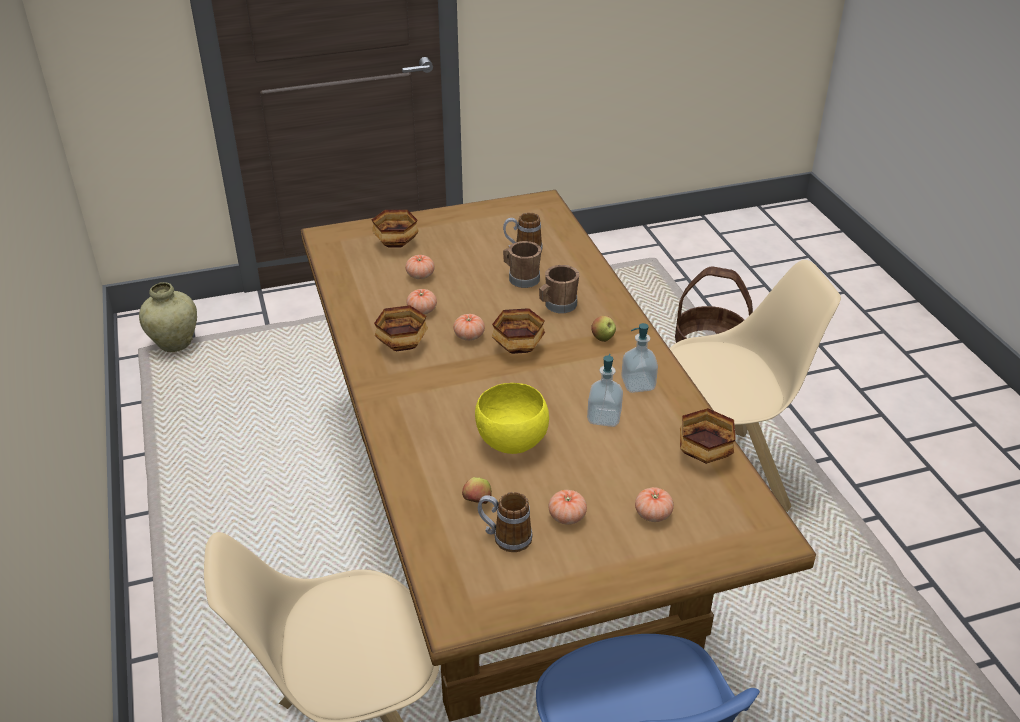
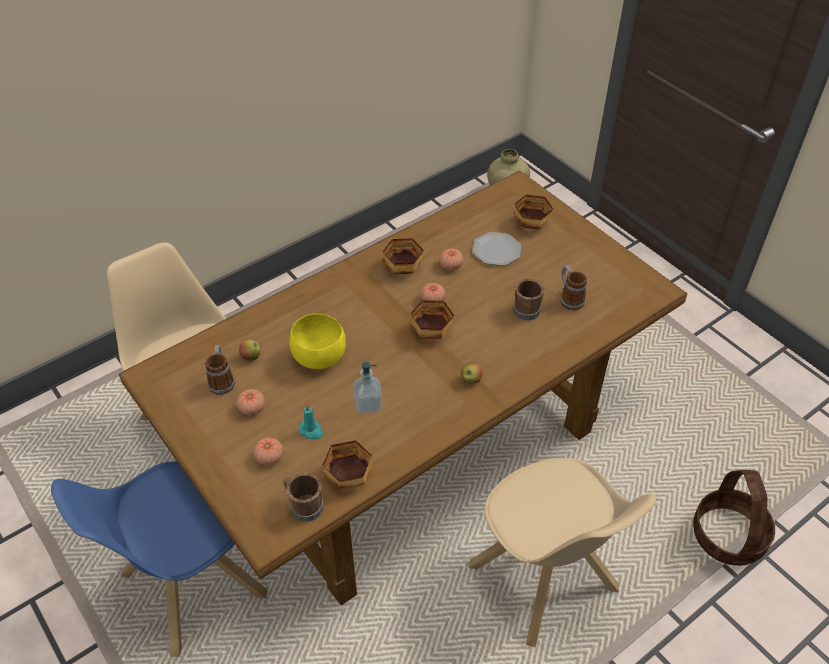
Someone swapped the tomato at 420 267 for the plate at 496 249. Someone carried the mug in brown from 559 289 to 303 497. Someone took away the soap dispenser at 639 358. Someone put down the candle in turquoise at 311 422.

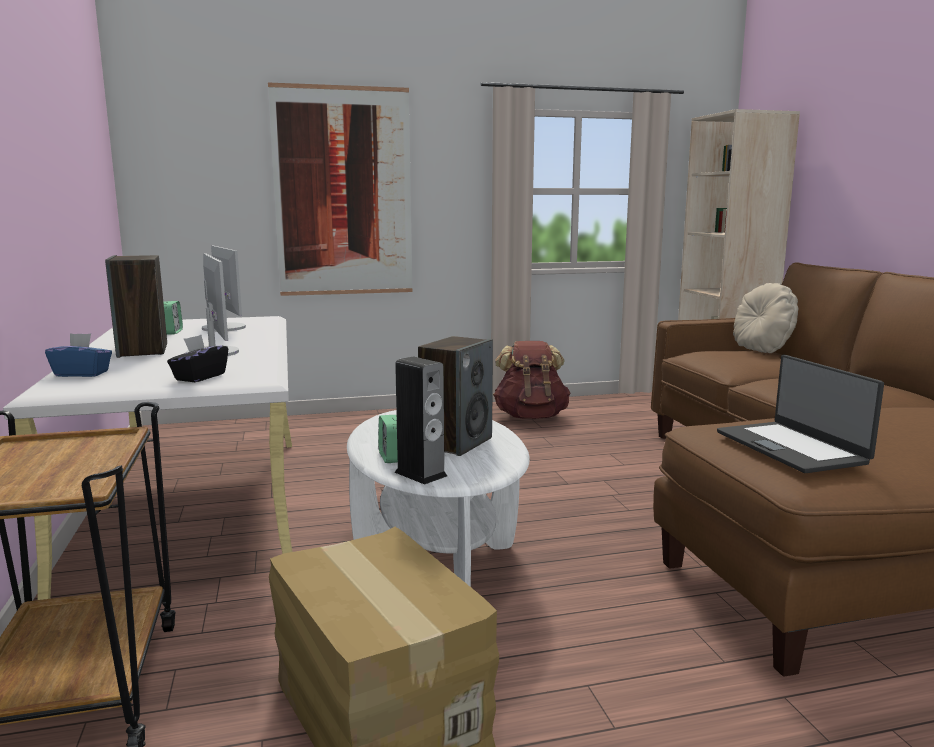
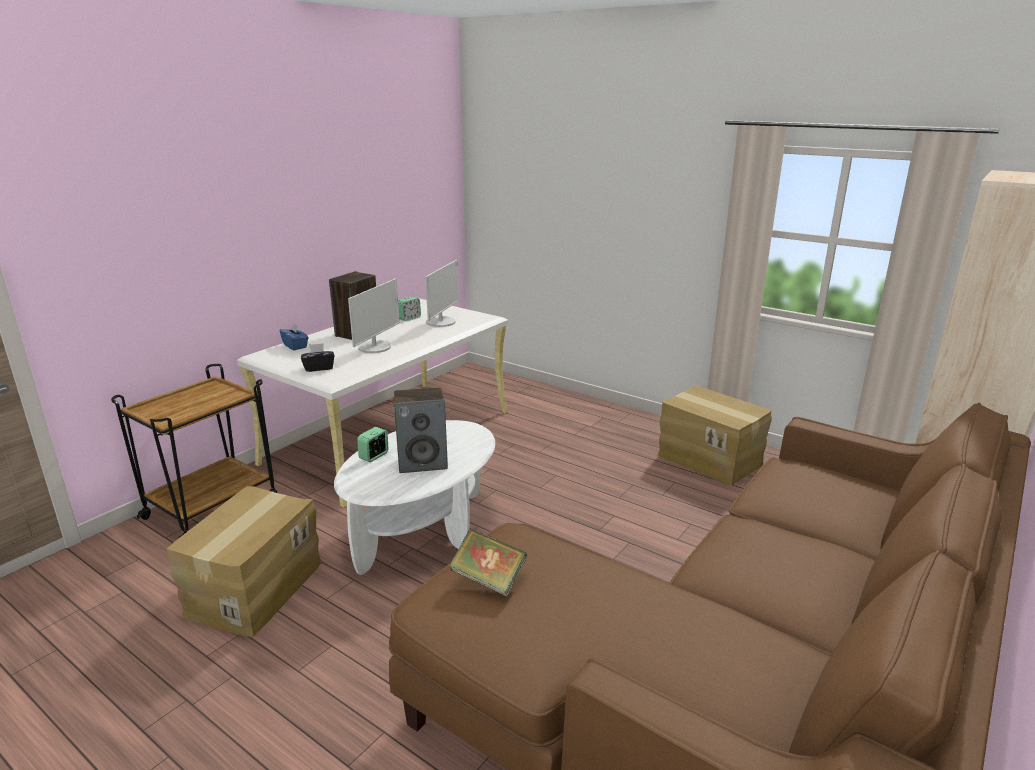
Someone took away the picture at 340 189. Someone took away the pillow in beige at 766 318. Someone swapped the backpack in brown at 531 380 for the cardboard box at 715 436. Someone swapped the laptop at 800 414 for the book at 488 562. Someone took away the speaker at 421 420.

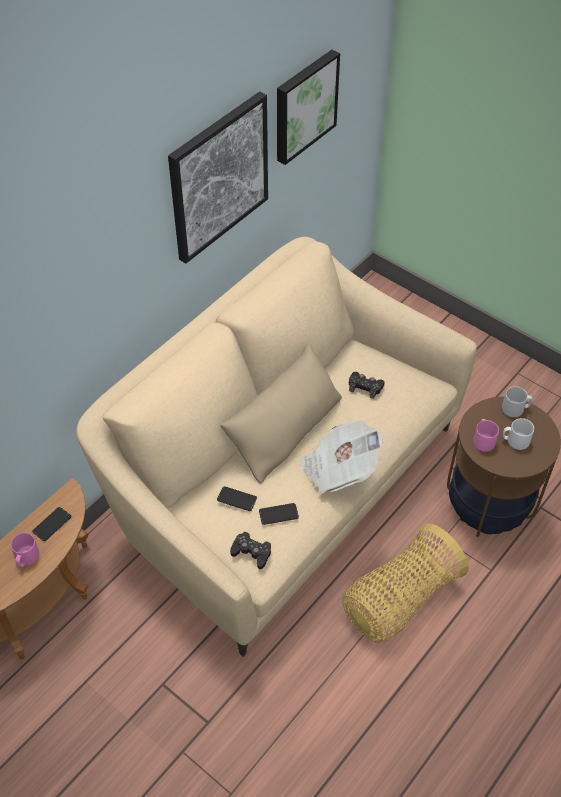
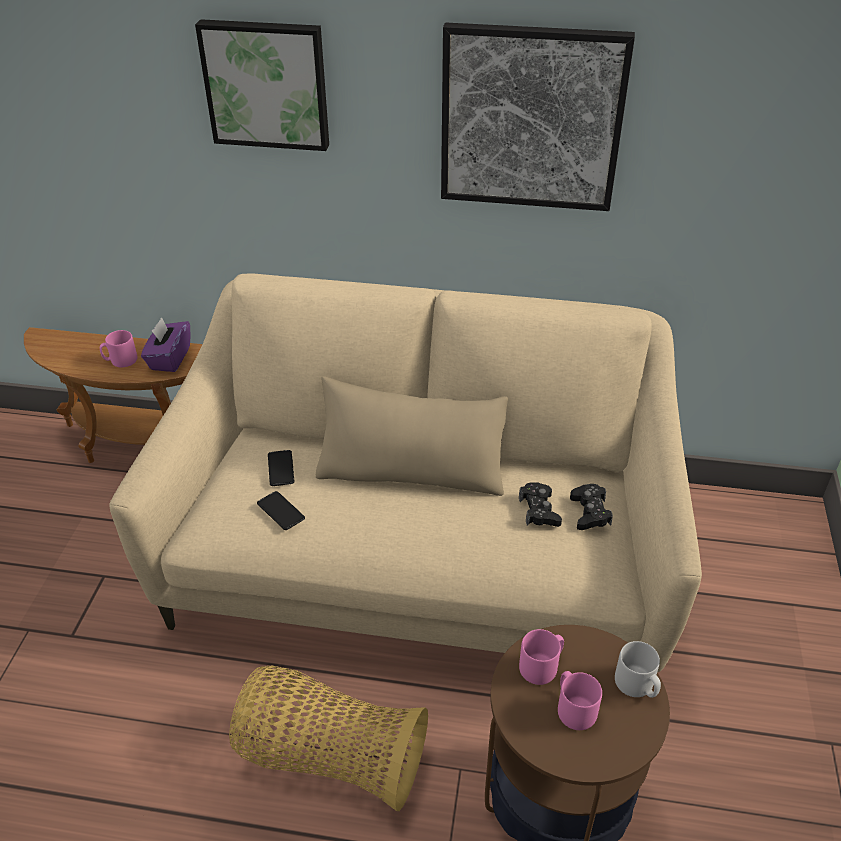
Someone carried the picture from 308 107 to 262 85. Someone repainted the mug in white at 518 434, which became the mug in pink at 580 700. Someone took away the newspaper at 341 457. Someone swapped the phone at 51 524 for the tissue box in purple at 166 344. Someone carried the game controller in black from 250 550 to 591 507.

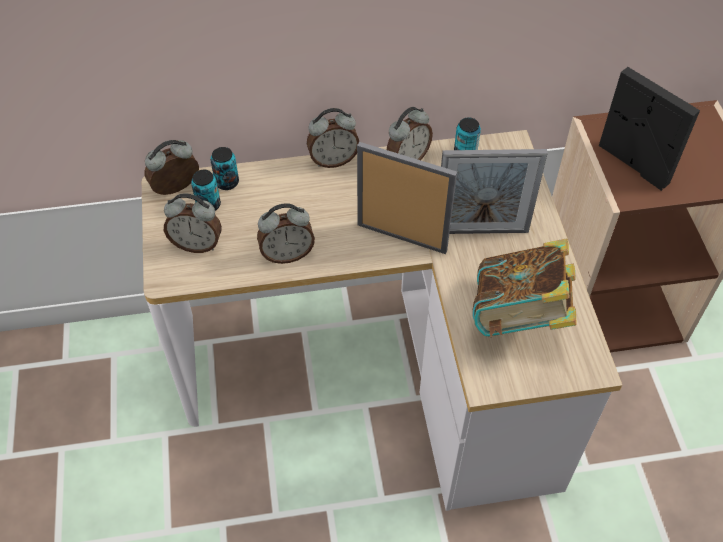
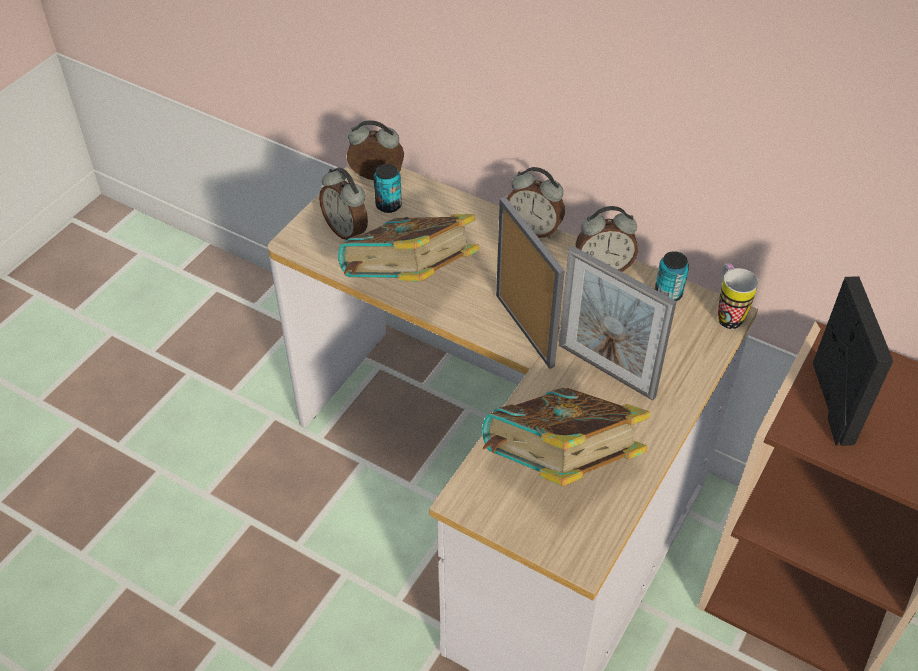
Someone took away the can at 224 168. Someone swapped the alarm clock at 286 233 for the book at 408 248. Someone put down the mug at 738 296.

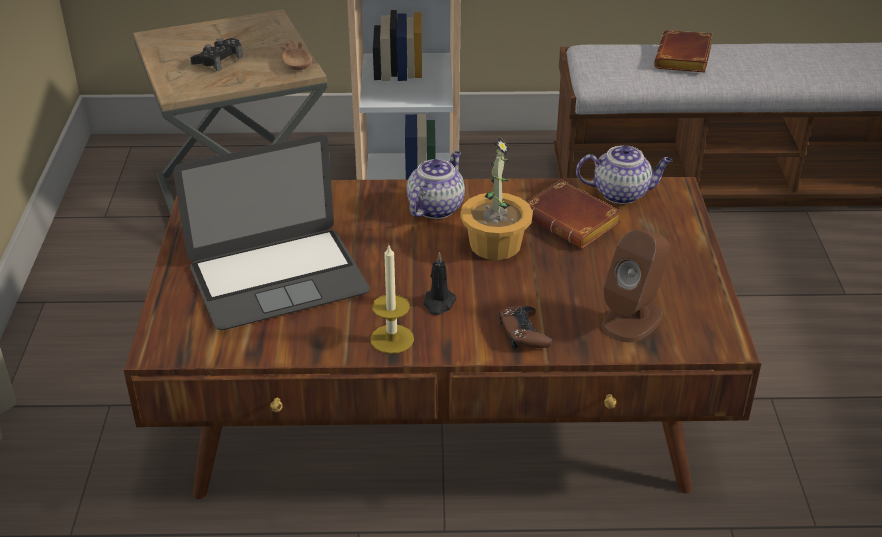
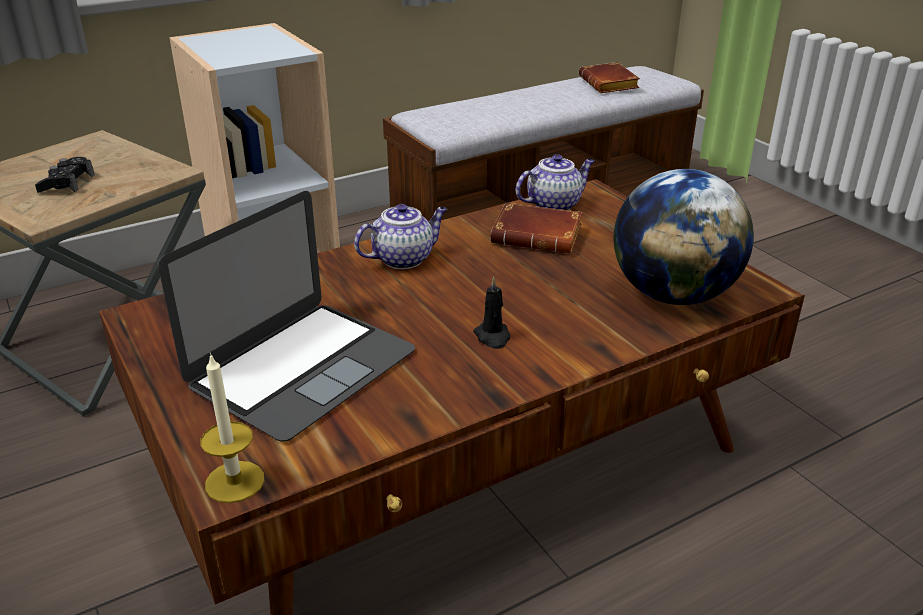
Someone carried the book in brown from 683 51 to 609 77. Someone took away the bowl in brown at 296 55. Someone took away the potted plant at 496 198. Someone rotated the teapot at 436 185 by 60 degrees clockwise. Someone swapped the speaker in brown at 635 286 for the globe at 684 237. Someone carried the candle from 392 299 to 232 428. Someone took away the game controller in brown at 525 327.

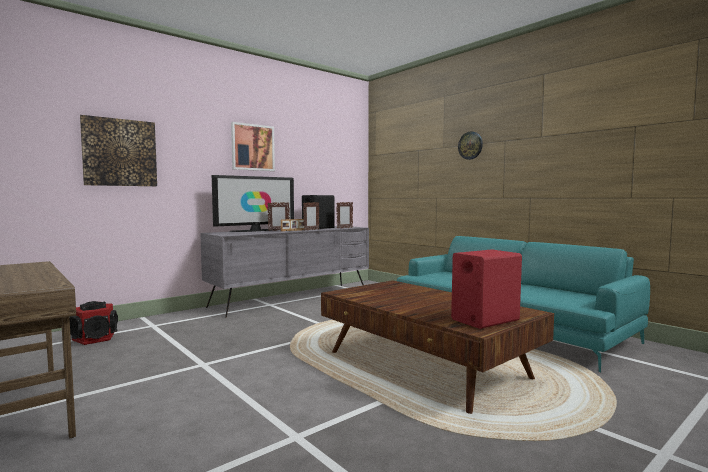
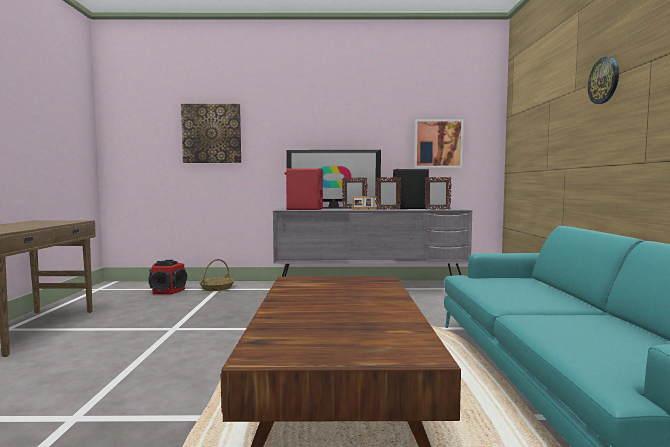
Someone carried the picture from 253 146 to 439 143. Someone carried the speaker in red from 486 289 to 303 189. Someone put down the basket at 217 275.

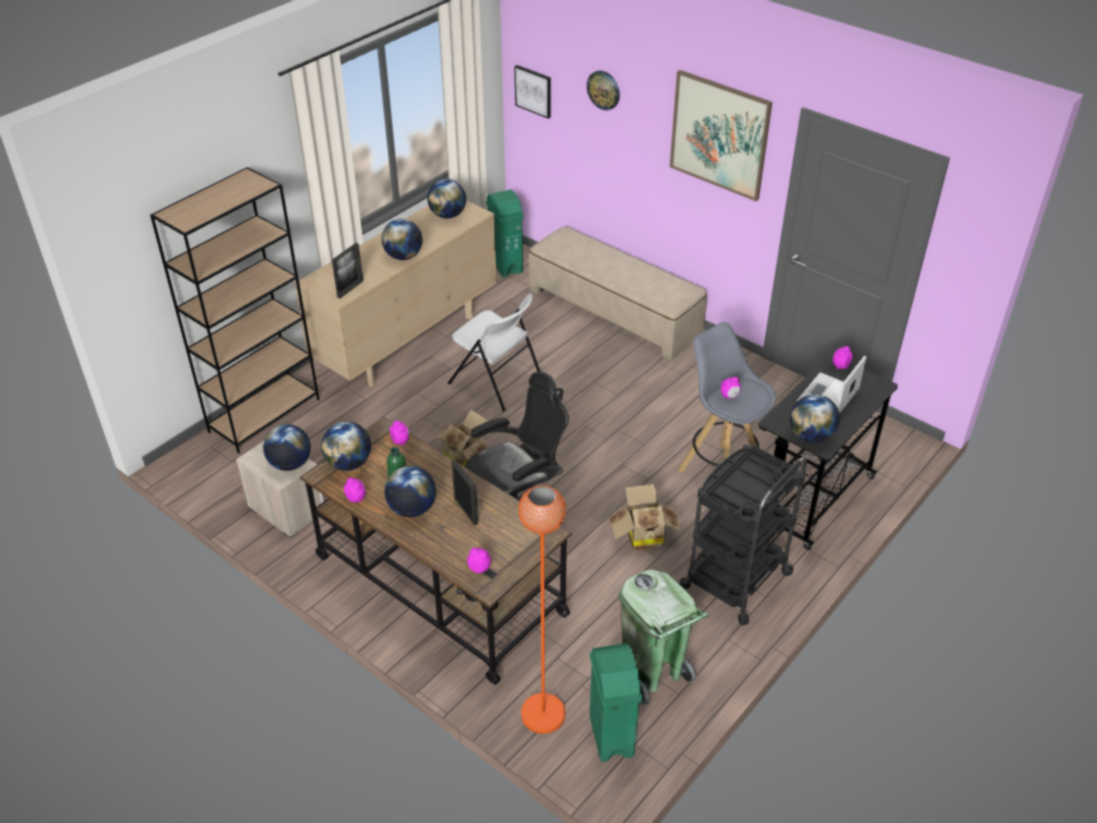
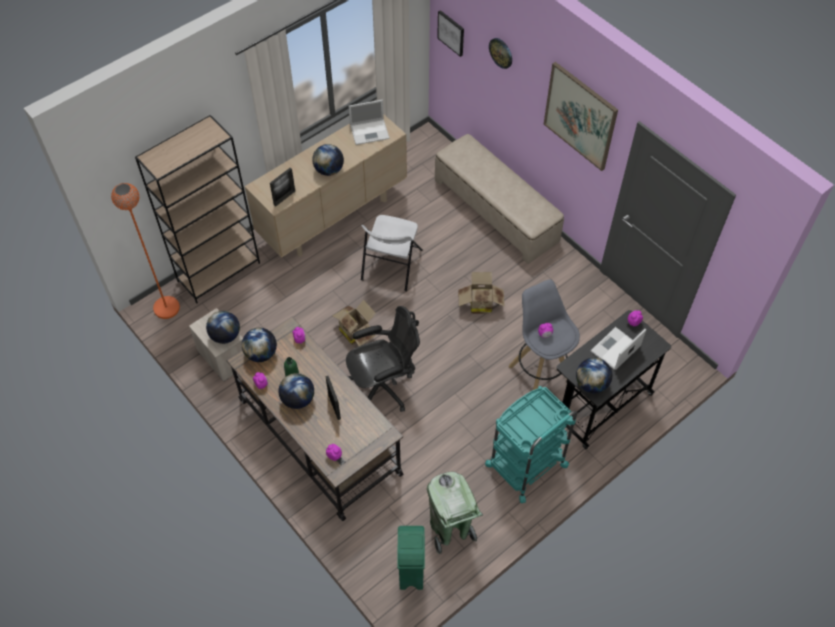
Someone swapped the globe at 446 199 for the laptop at 369 122. Someone took away the trash can in green at 505 233. Someone rotated the chair in white at 494 352 by 60 degrees clockwise. Someone repainted the cart in black at 743 535, which became the cart in turquoise at 531 444. Someone carried the cardboard box from 645 517 to 481 293. Someone carried the floor lamp in orange from 542 609 to 145 251.

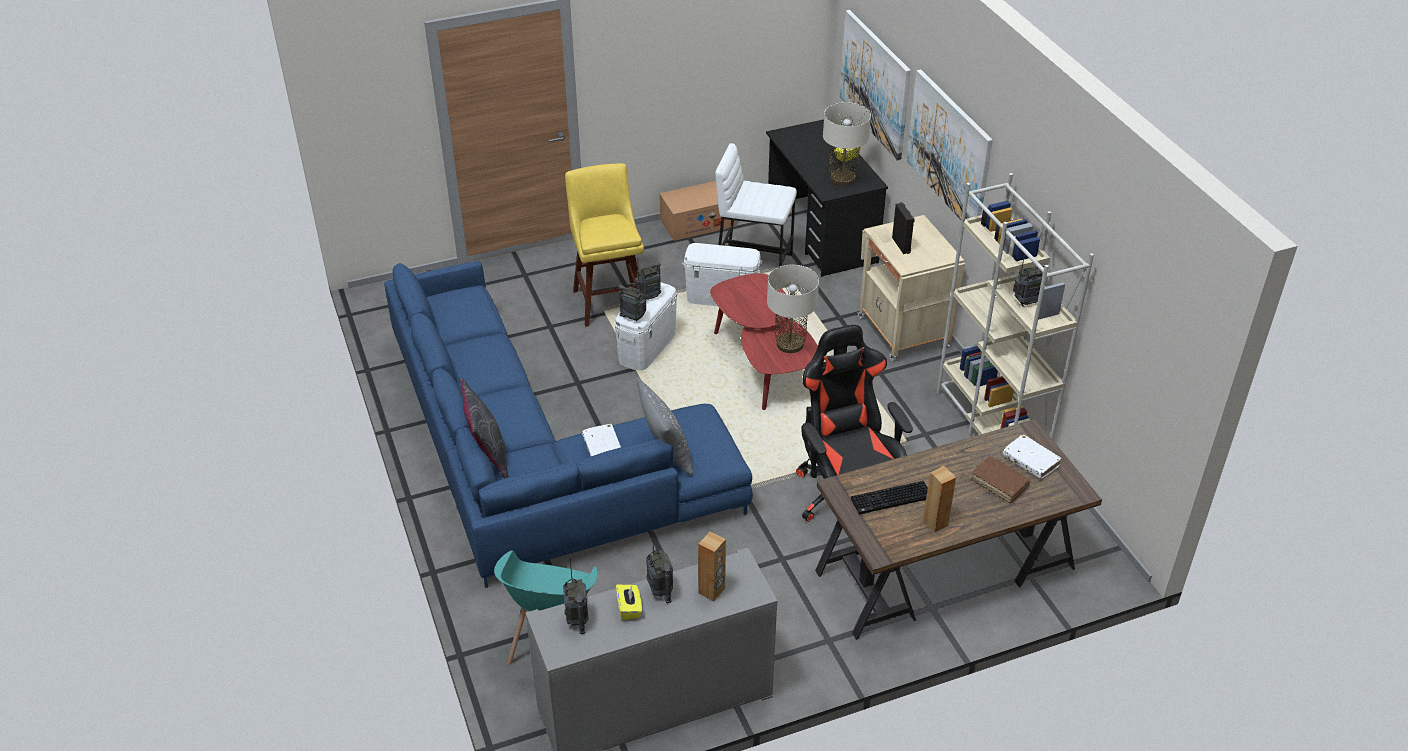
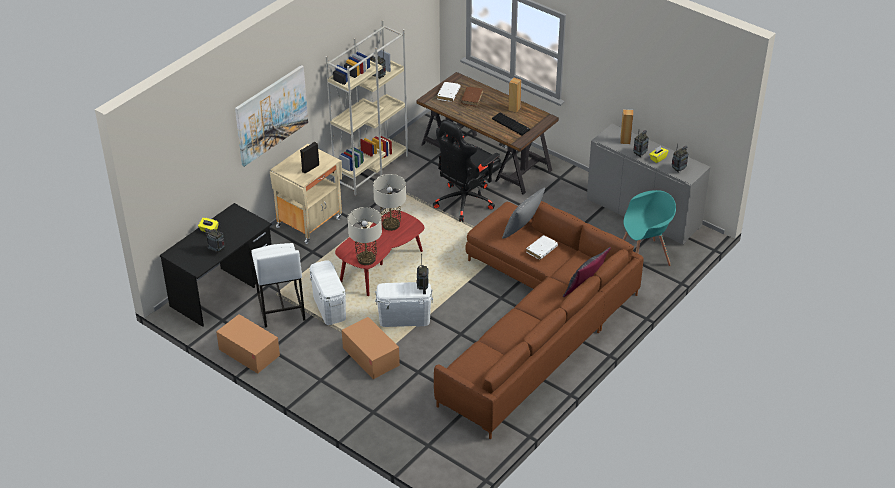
Someone took away the picture at 875 85. Someone carried the table lamp from 847 144 to 365 236. Someone swapped the stool in yellow at 604 245 for the cardboard box at 371 348. Someone carried the radio from 648 279 to 215 239. Someone repainted the sofa in blue at 568 424, which became the sofa in brown at 539 320.

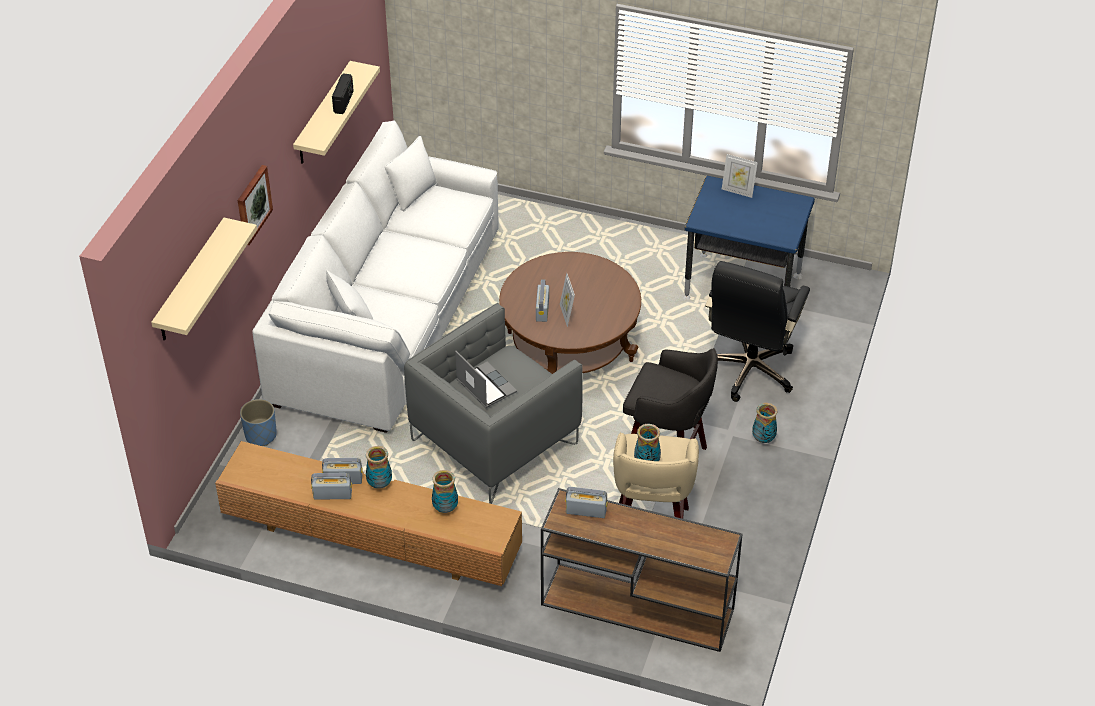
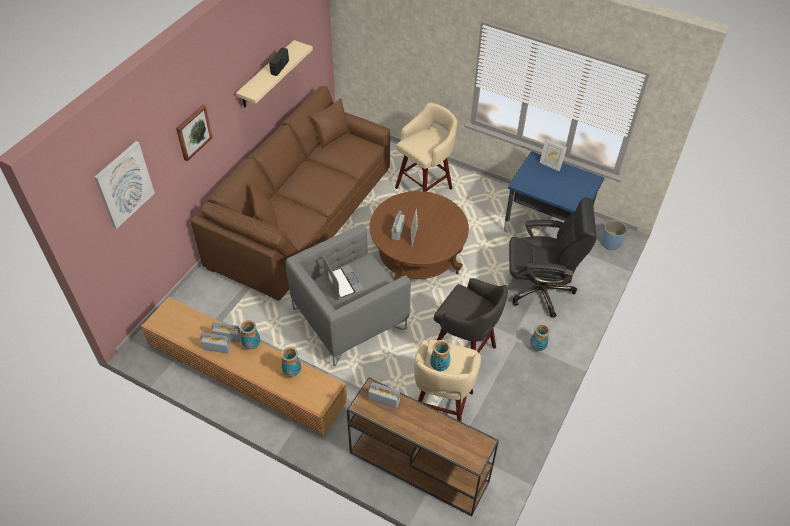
Someone repainted the sofa in white at 375 276, which became the sofa in brown at 290 193. Someone swapped the shelf in beige at 204 279 for the picture at 124 185. Someone rotated the office chair in black at 757 331 by 120 degrees counterclockwise. Someone carried the planter in blue from 258 422 to 614 235. Someone put down the stool in beige at 426 147.

